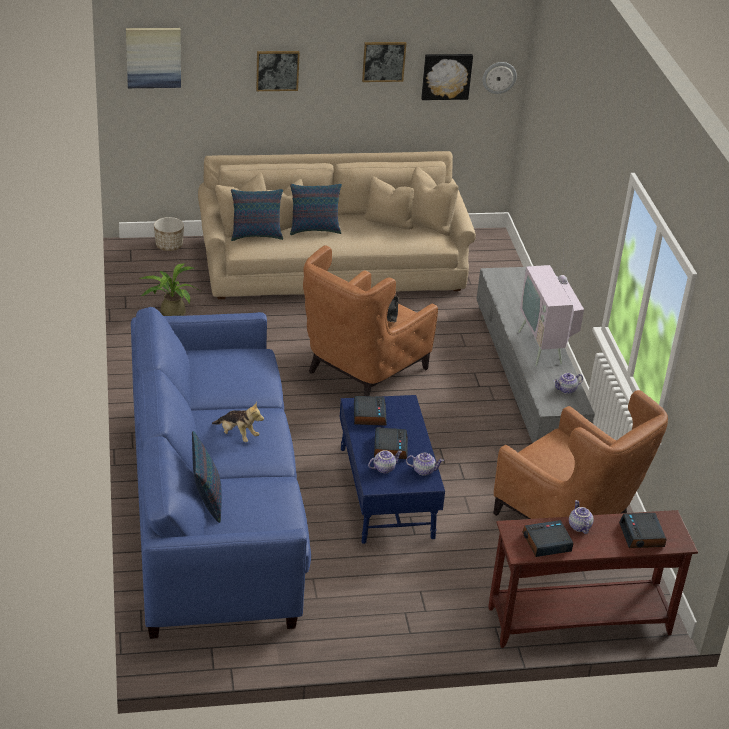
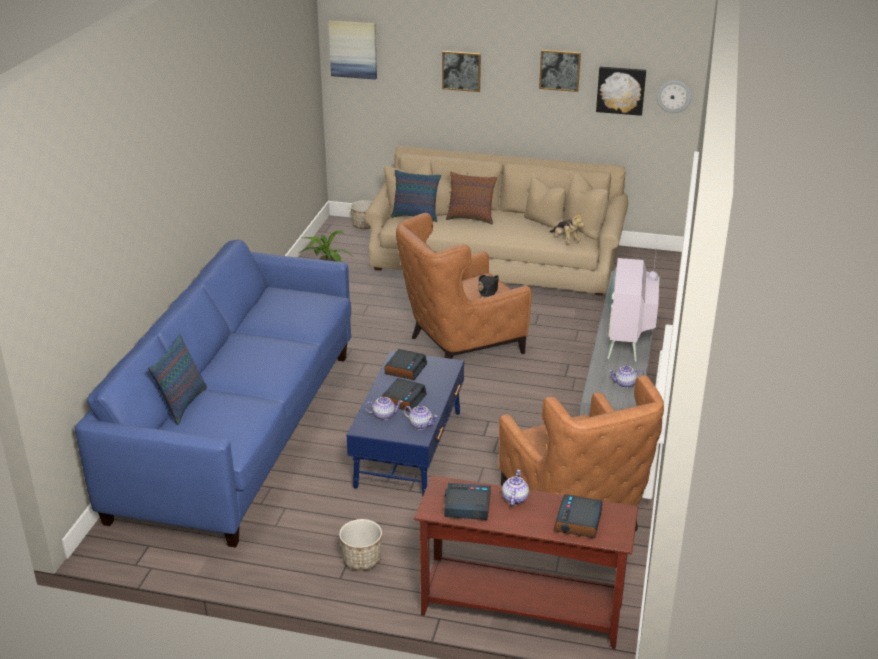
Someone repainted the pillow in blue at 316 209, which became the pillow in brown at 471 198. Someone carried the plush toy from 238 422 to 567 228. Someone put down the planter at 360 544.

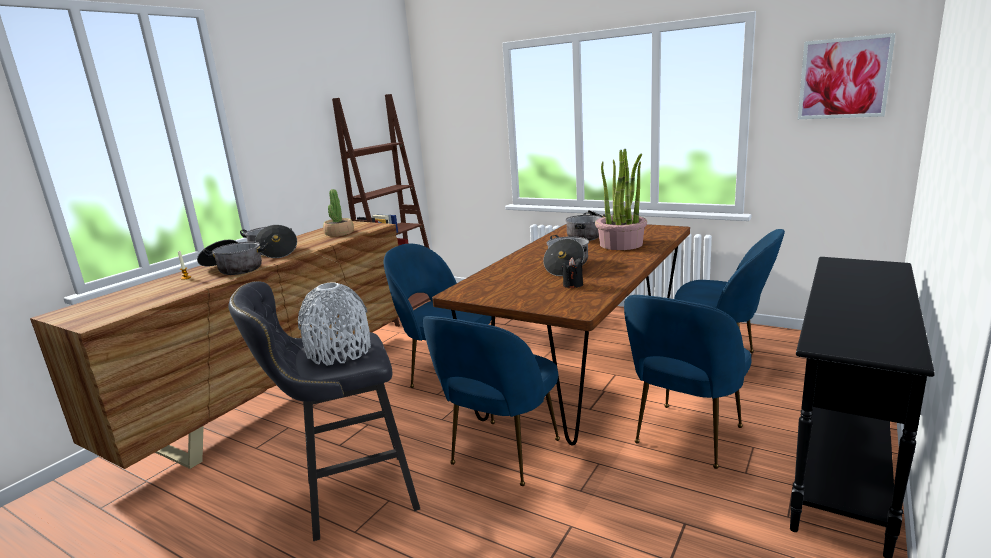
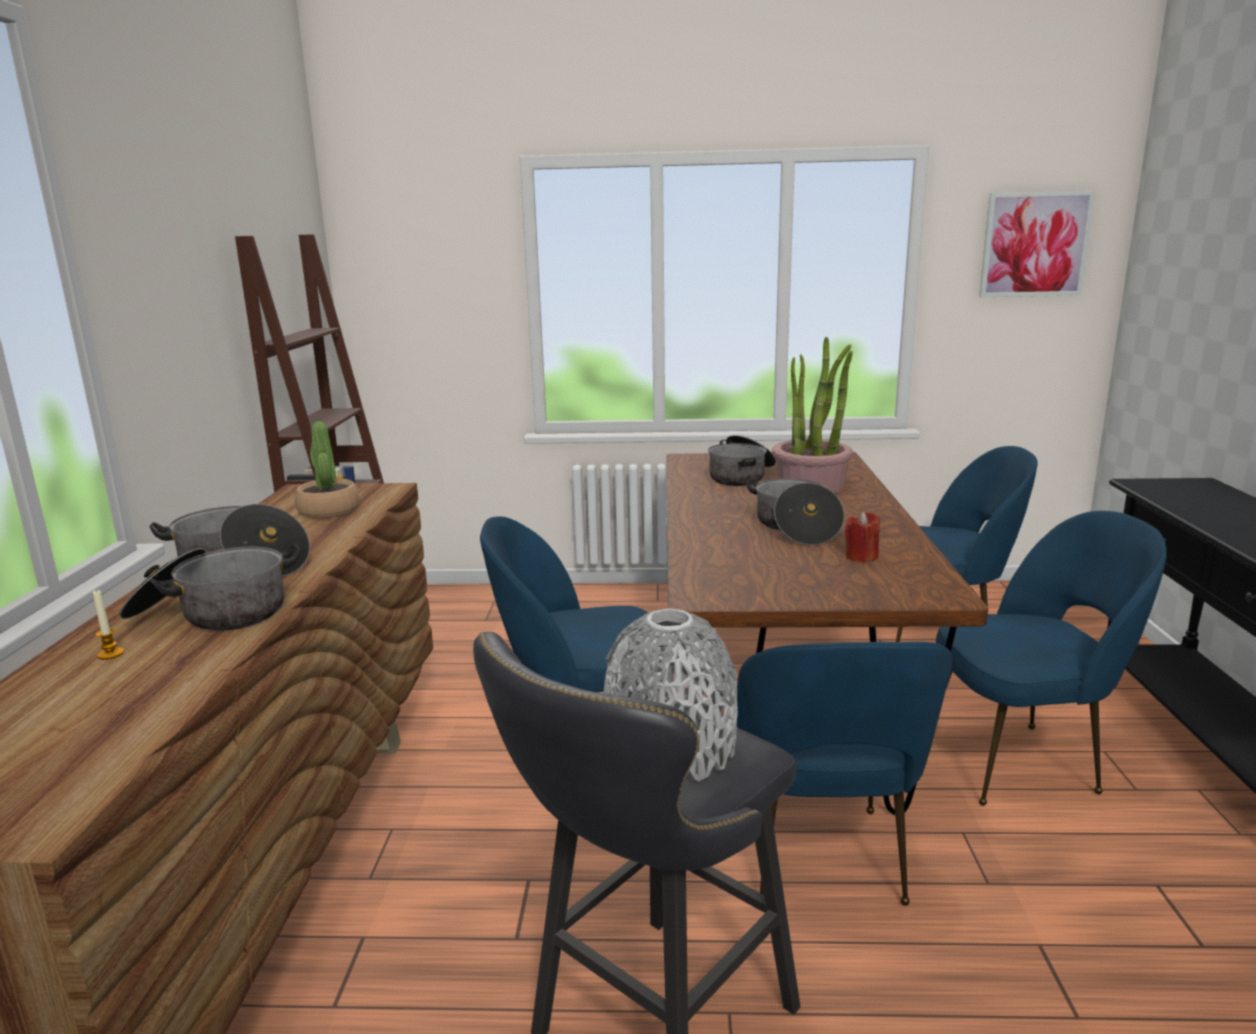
Someone repainted the candle in black at 572 272, which became the candle in red at 862 537. Someone rotated the chair in blue at 688 382 by 105 degrees counterclockwise.

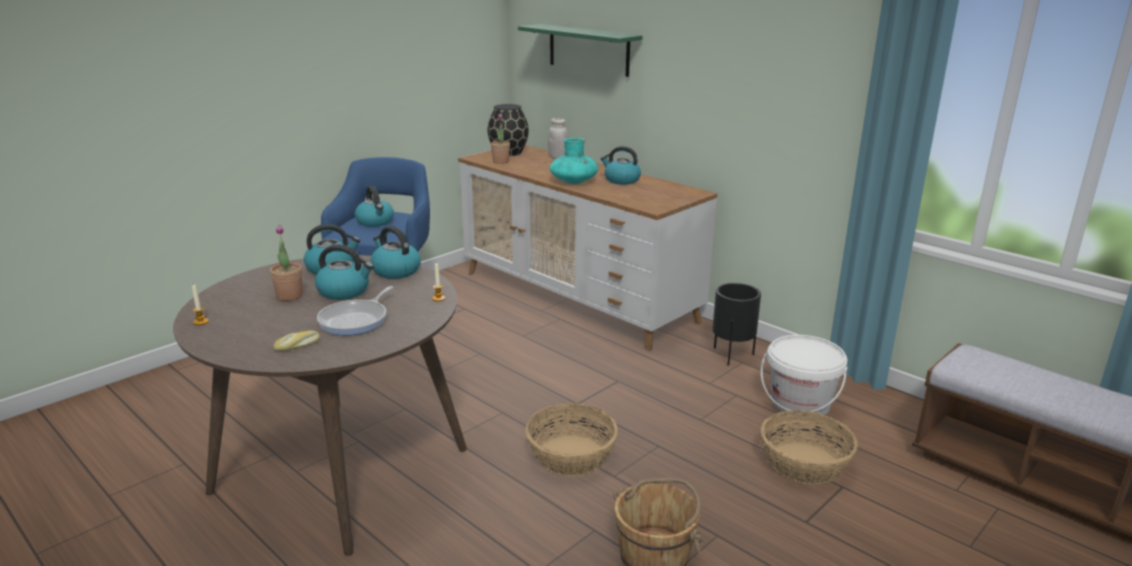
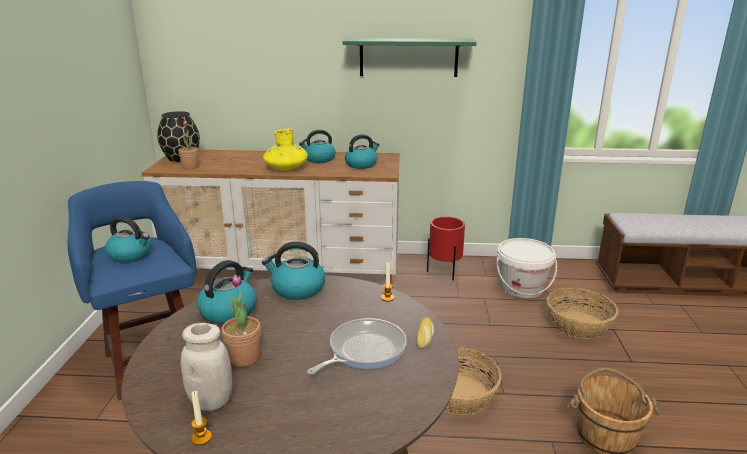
Someone carried the shelf in green from 580 50 to 409 57. Someone carried the jar in white from 558 138 to 206 367. Someone repainted the vase in turquoise at 573 161, which became the vase in yellow at 285 150. Someone carried the kettle from 344 272 to 362 151. Someone repainted the planter in black at 736 324, which became the planter in red at 446 248. Someone rotated the frying pan at 355 311 by 120 degrees counterclockwise. Someone carried the bread from 296 340 to 425 333.

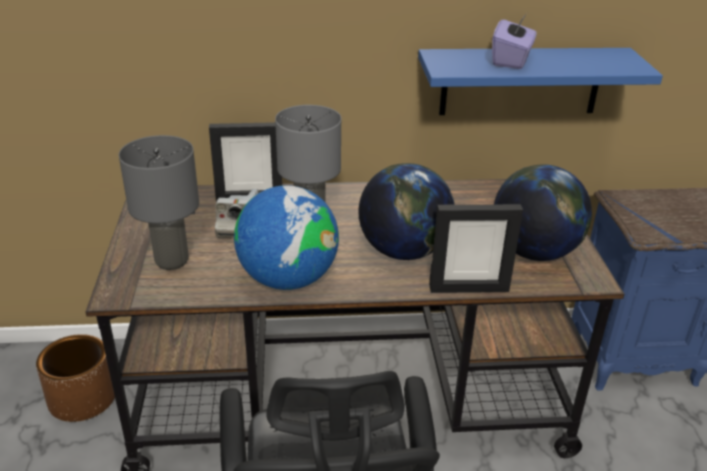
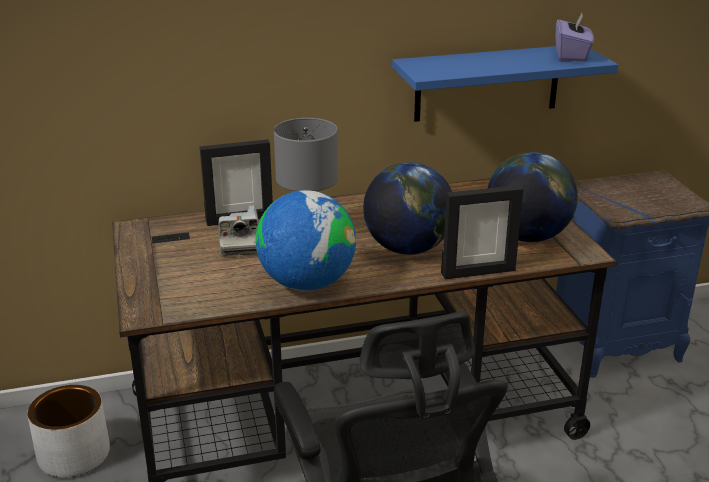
Someone carried the tissue box in purple from 514 41 to 575 37. Someone took away the table lamp in grey at 159 202. Someone repainted the planter in brown at 75 378, which became the planter in white at 68 431.

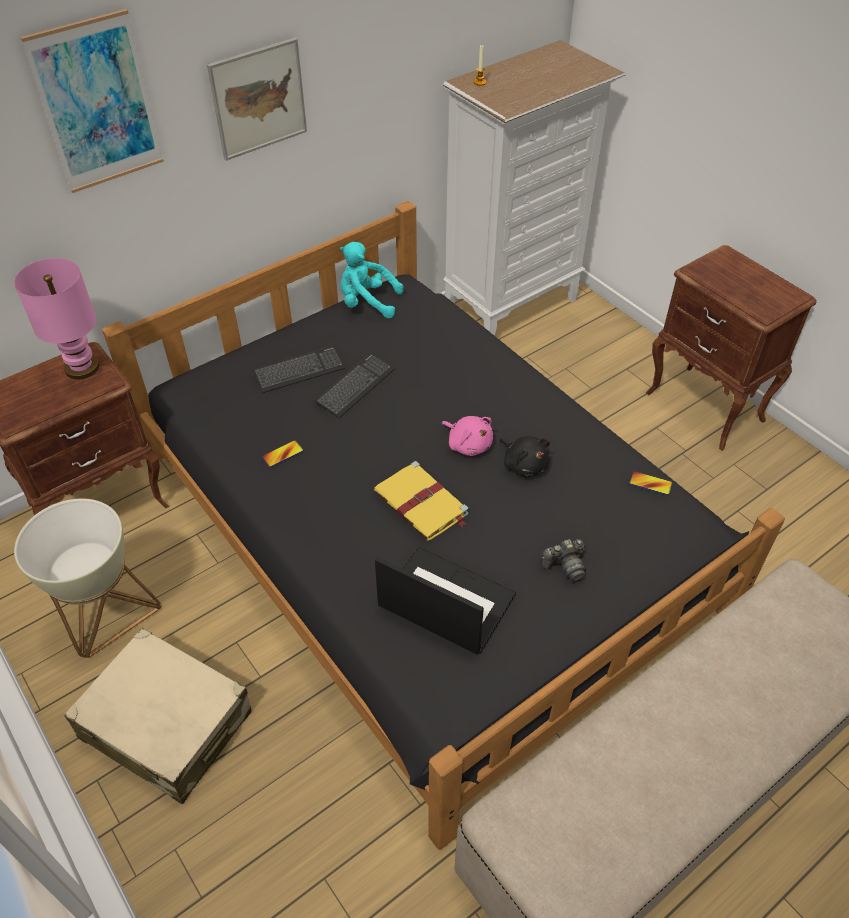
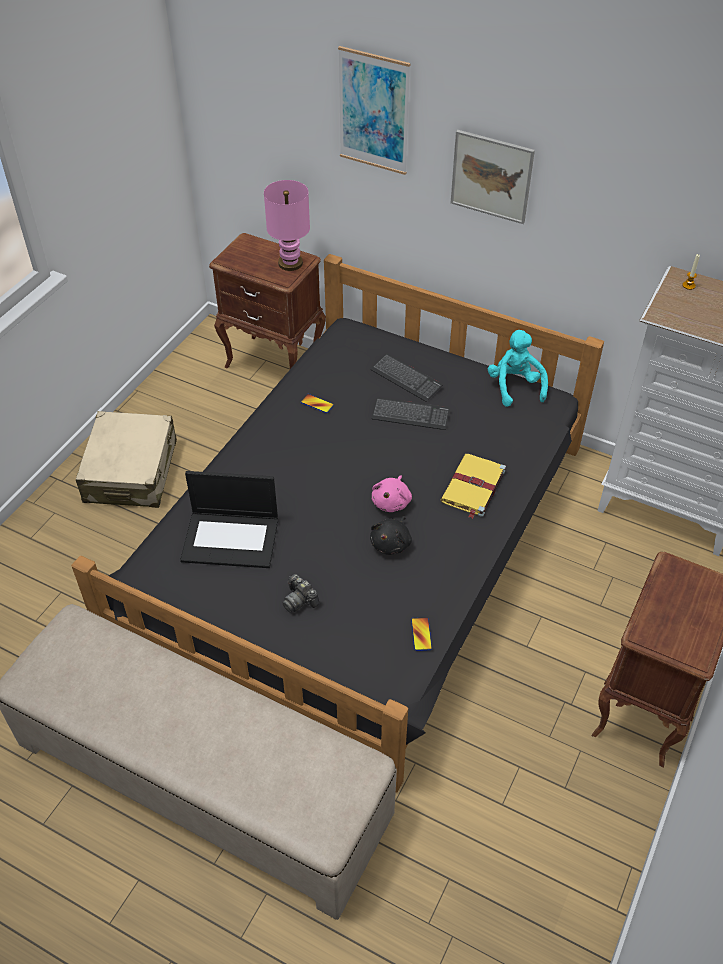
Someone carried the book in yellow from 421 501 to 473 486. Someone took away the planter at 88 578. Someone rotated the laptop at 445 601 by 90 degrees clockwise.

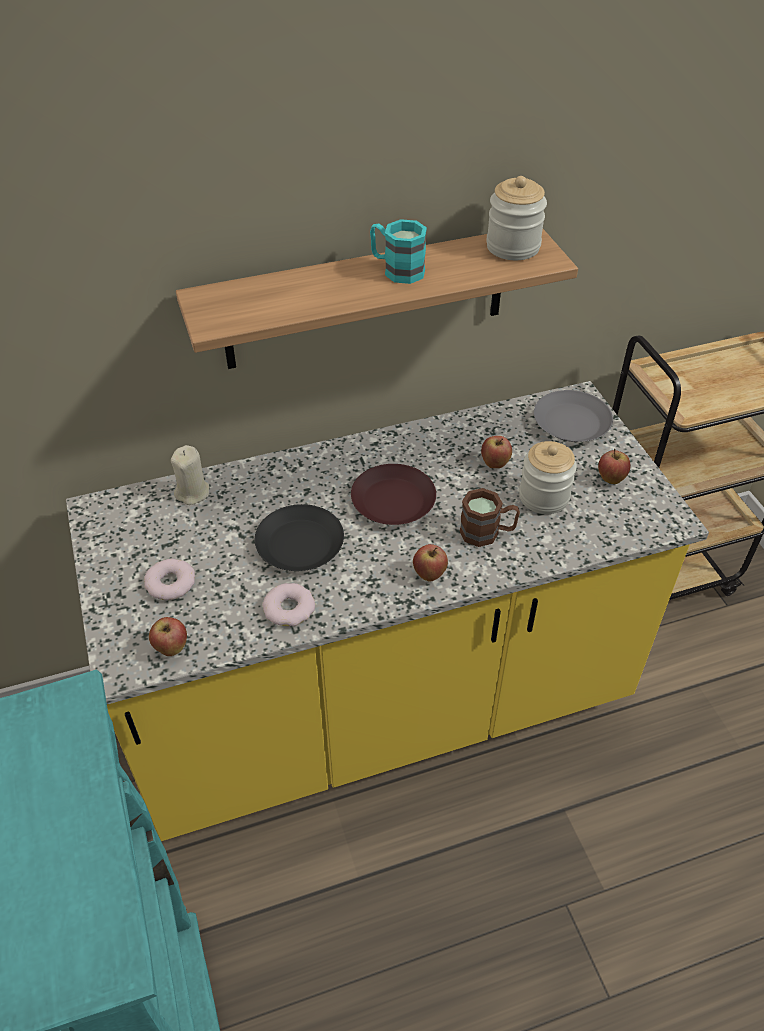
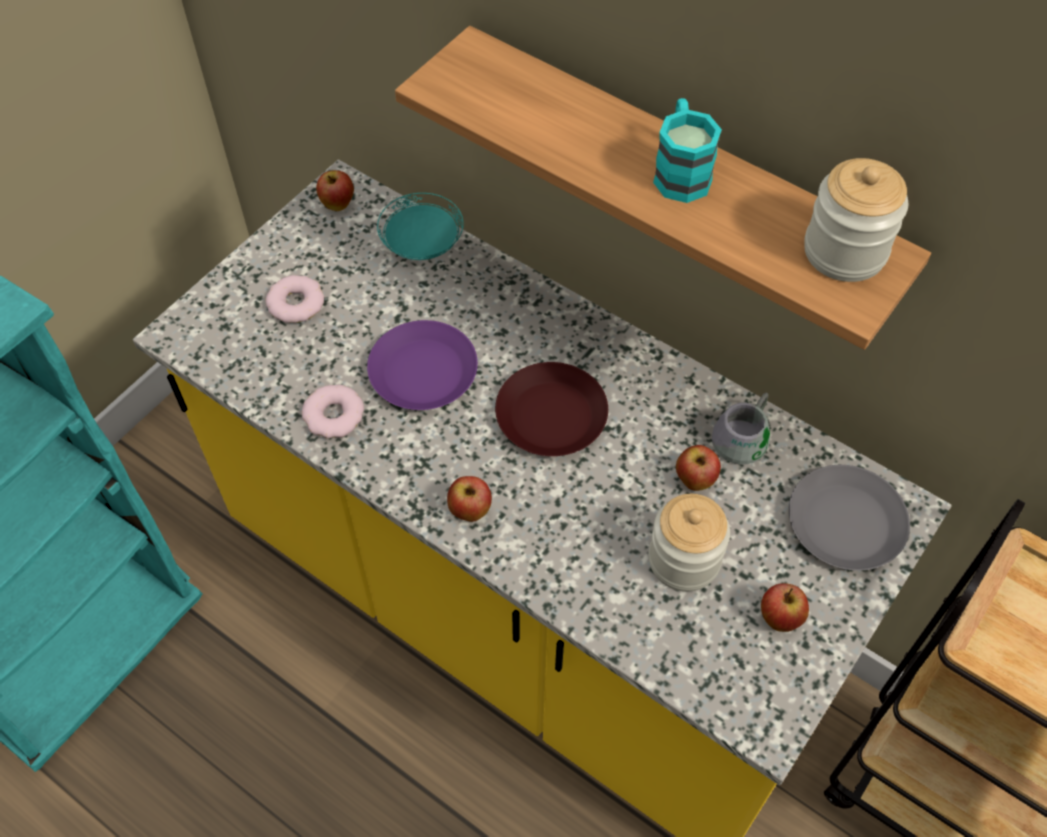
Someone swapped the candle in beige at 190 475 for the plate in turquoise at 420 226. Someone took away the mug in brown at 489 517. Someone repainted the plate in black at 299 537, which became the plate in purple at 422 365. Someone carried the apple from 168 636 to 335 190. Someone put down the mug in grey at 750 428.

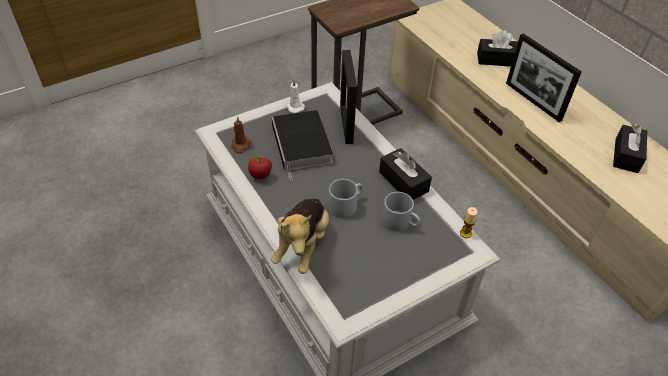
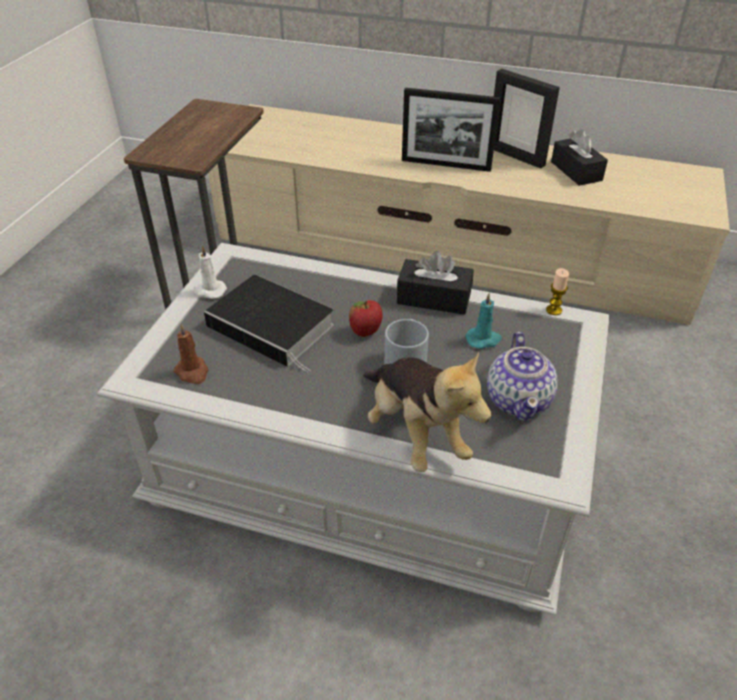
Someone took away the tissue box in black at 497 49. Someone carried the picture frame from 348 97 to 527 119. Someone carried the apple from 260 167 to 366 318. Someone swapped the mug in grey at 401 212 for the candle in turquoise at 483 321. Someone put down the teapot at 522 376.

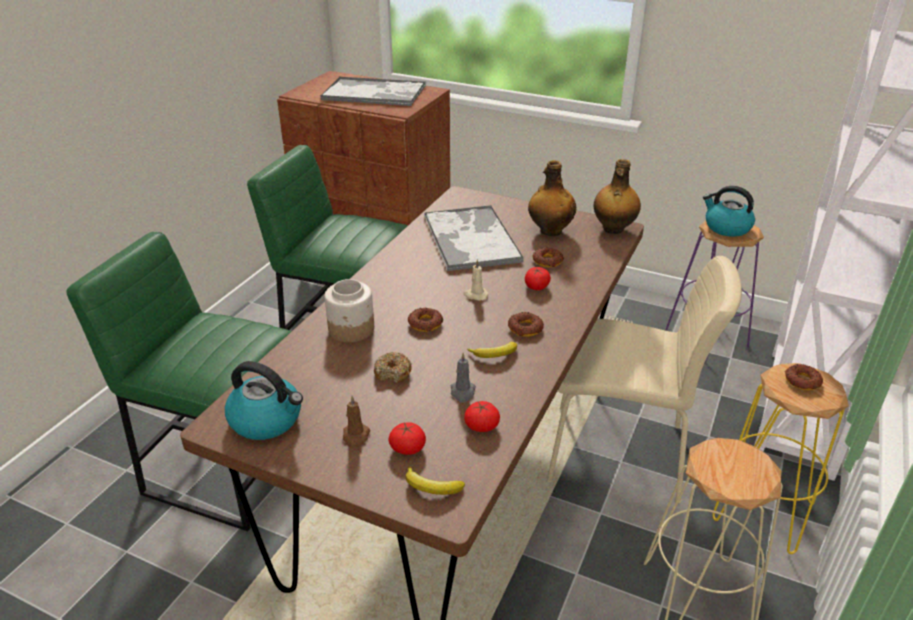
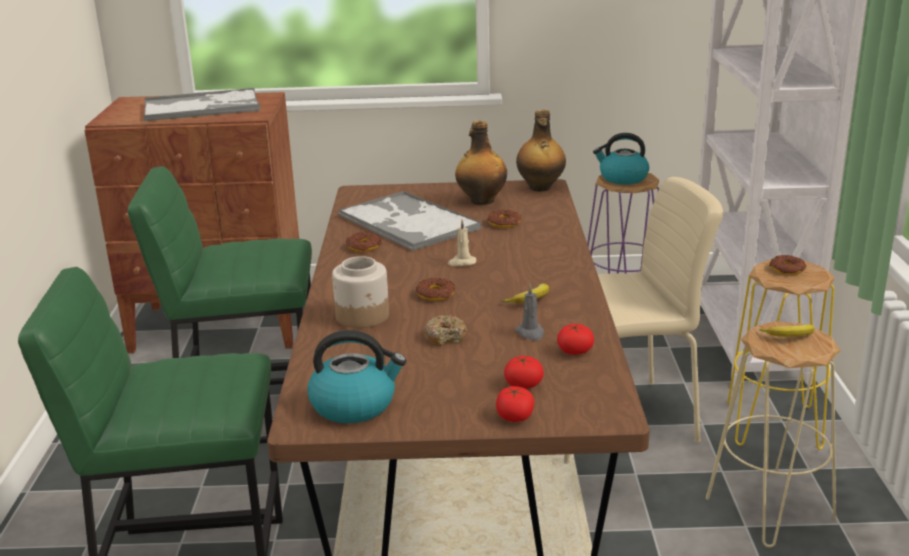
Someone carried the tomato from 538 278 to 515 404. Someone carried the donut from 526 324 to 364 242. Someone took away the candle in brown at 356 422. Someone carried the banana from 435 480 to 787 330.

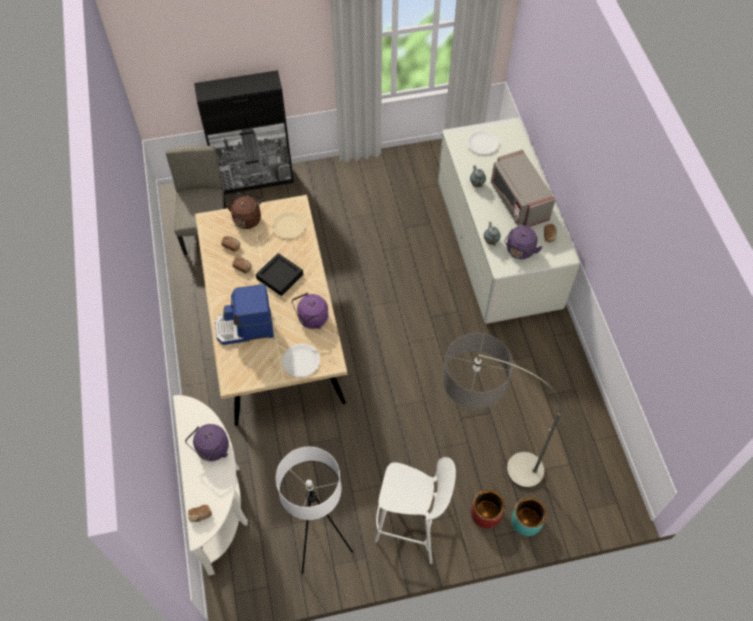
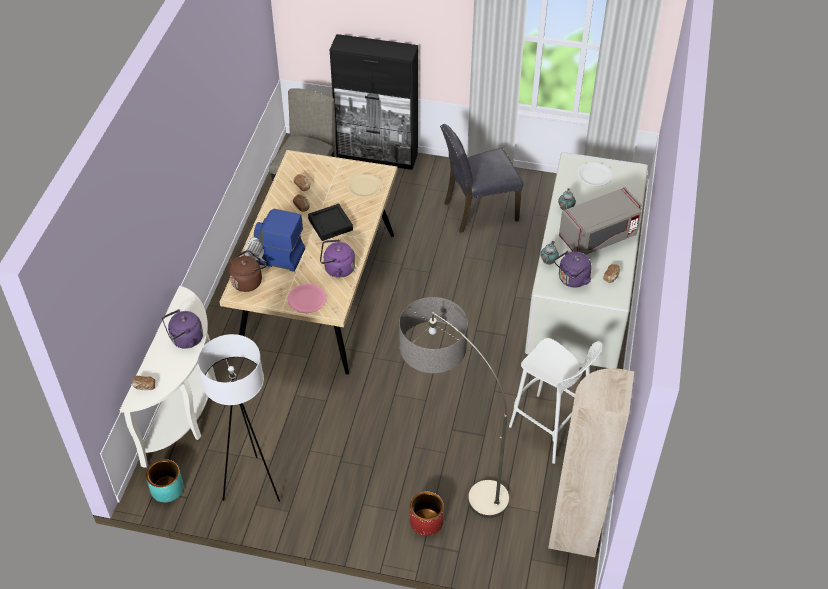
Someone rotated the microwave in grey at 523 188 by 120 degrees counterclockwise. Someone carried the kettle in brown from 244 210 to 248 271. Someone repainted the plate in white at 301 360, which became the plate in pink at 307 298. Someone carried the stool in white from 415 510 to 556 401. Someone carried the planter in turquoise from 529 516 to 165 480. Someone put down the chair in grey at 481 178. Someone put down the bookcase in beige at 591 462.

